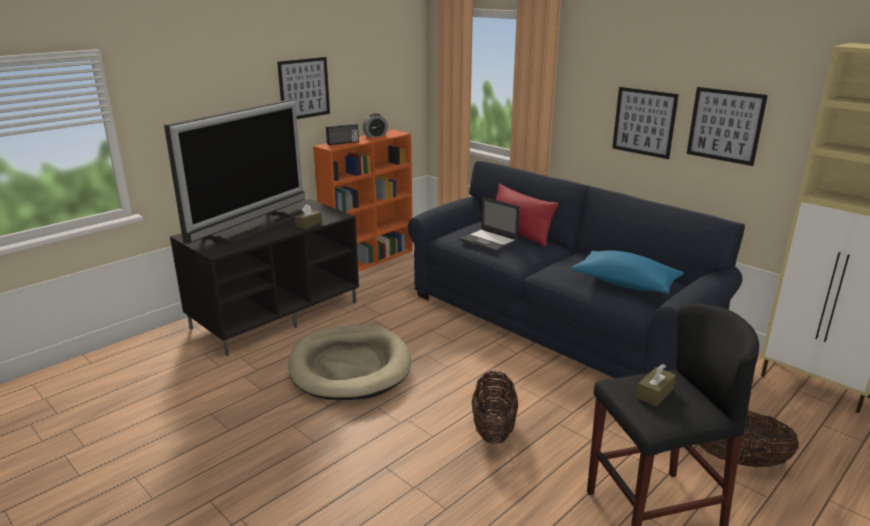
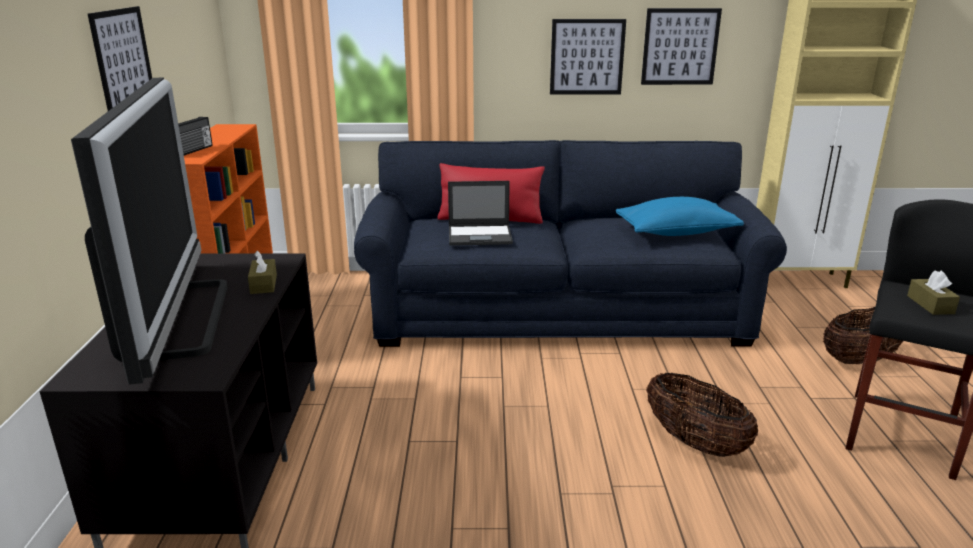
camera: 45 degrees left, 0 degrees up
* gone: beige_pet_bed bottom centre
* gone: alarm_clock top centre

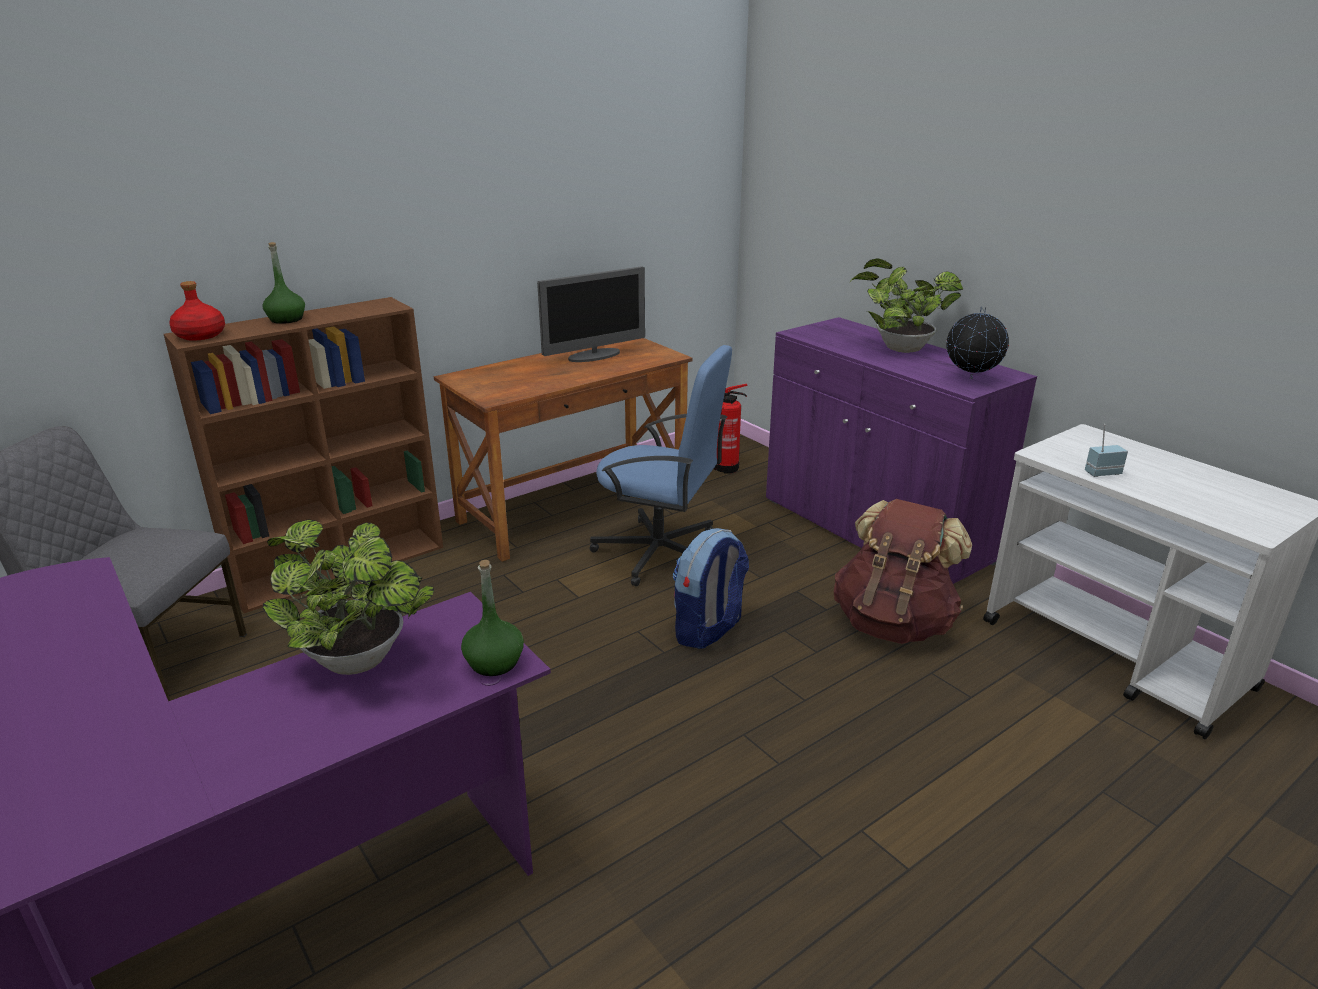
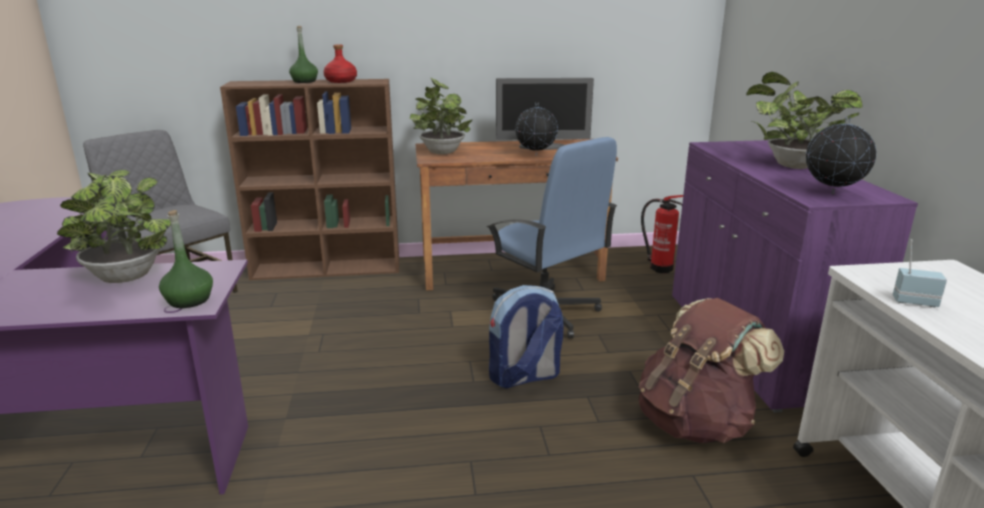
camera: 30 degrees right, 5 degrees down
* new: plant_in_a_pot (no. 2 from left) top centre
* new: globe (no. 1 from left) top centre
* shifted: red_drink_bottle top left to top centre

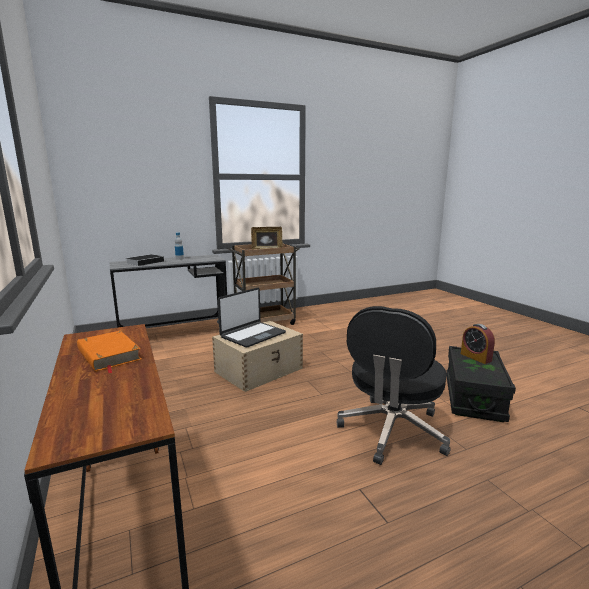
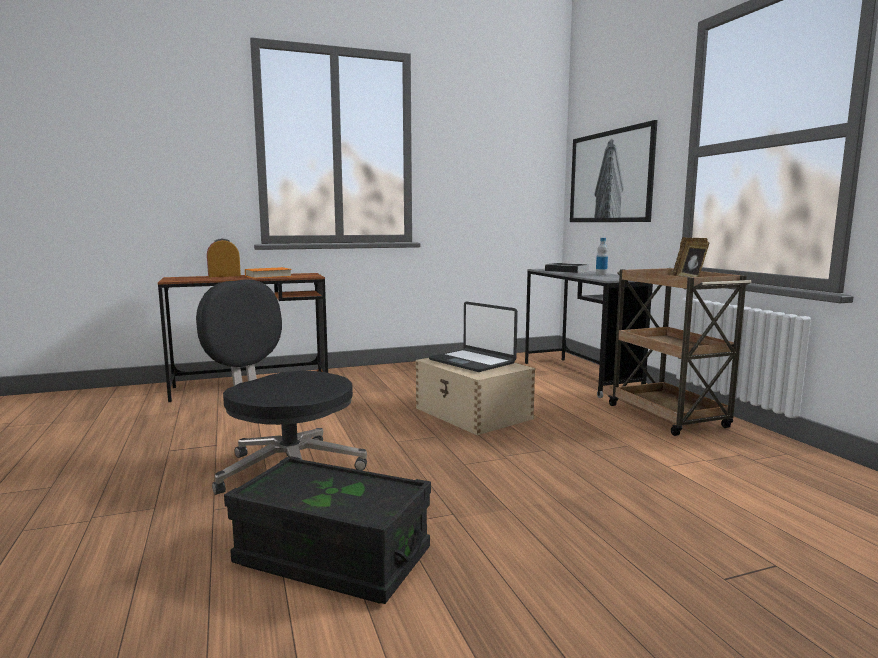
camera: 95 degrees right, 5 degrees down
* new: wall_art top right
* shifted: alarm_clock middle right to middle left

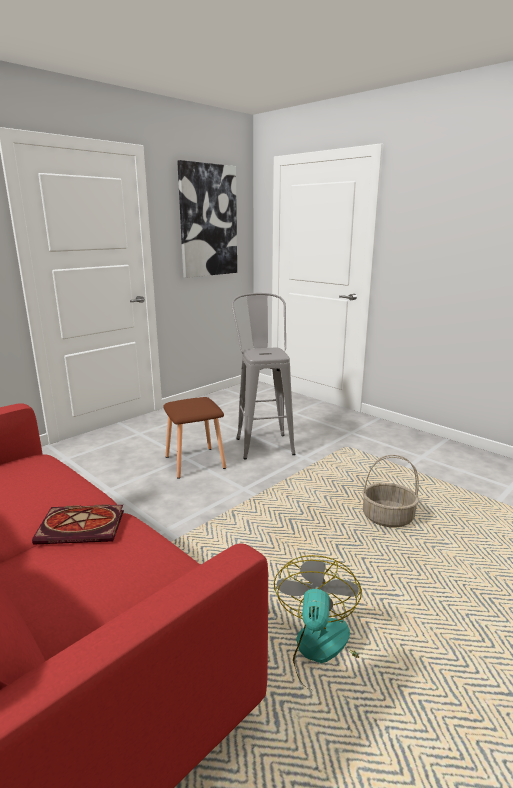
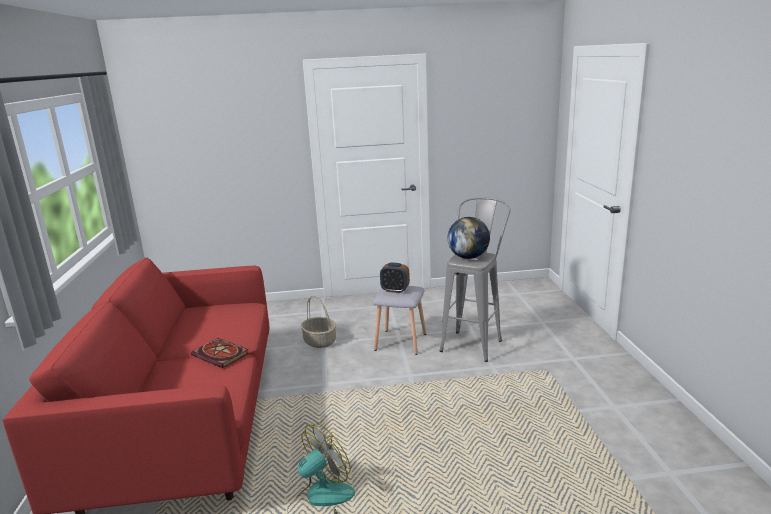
camera: 40 degrees right, 0 degrees up
* gone: wall_art top centre
* new: alarm_clock centre
* new: globe centre
* shifted: household_basket middle right to centre
* repainted: brown-coloured_stool centre to grey_stool (no. 1 from left) centre

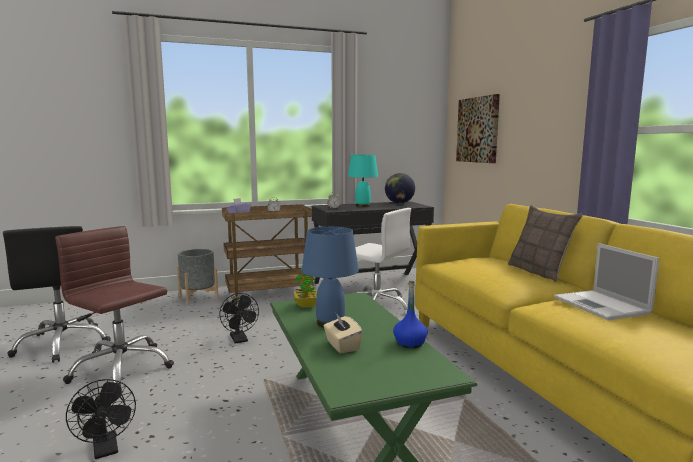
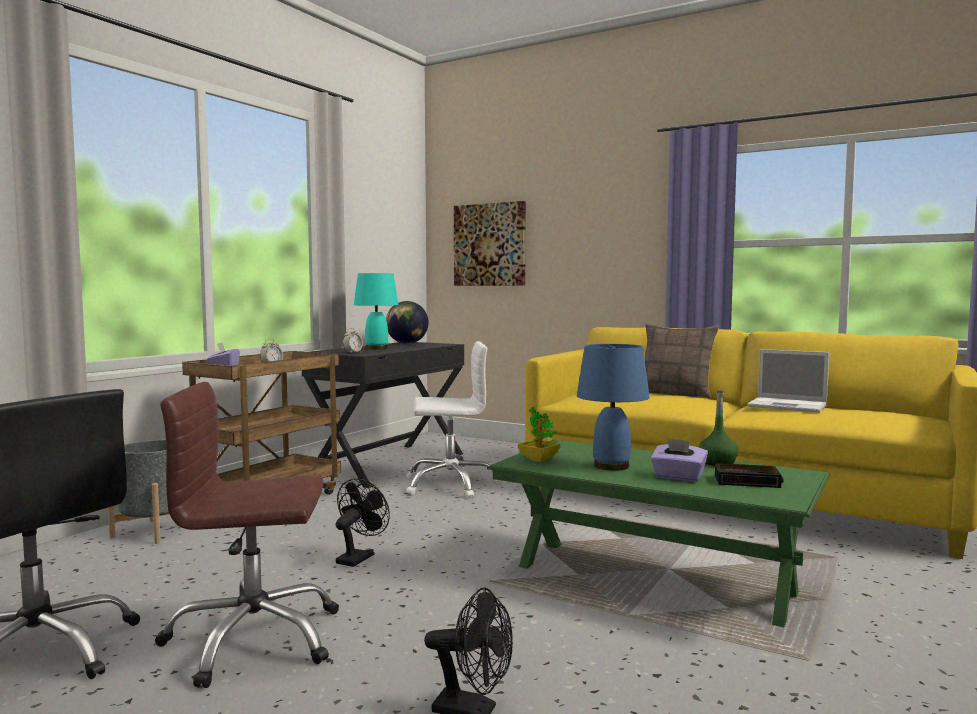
camera: 40 degrees left, 5 degrees down
* new: alarm_clock (no. 3 from left) middle right
* repainted: beige_tissue_holder bottom centre to purplish_tissue_holder (no. 2 from left) middle right
* repainted: blue-coloured_drink_bottle bottom centre to green-coloured_drink_bottle middle right
* rotated: black_fan (no. 2 from left in the first image) bottom centre = bottom centre 90 degrees counterclockwise

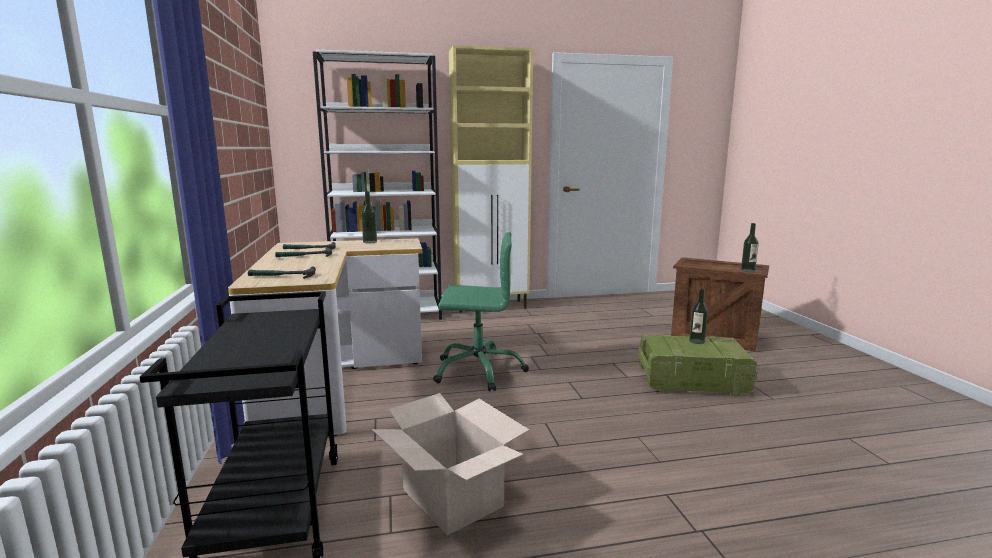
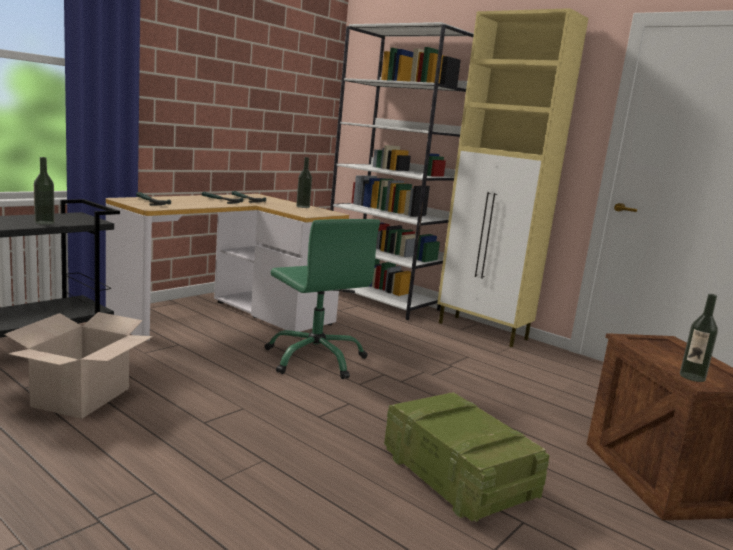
camera: 50 degrees right, 0 degrees up
* shifted: drink_bottle (no. 2 from left in the first image) middle right to drink_bottle (no. 1 from left) middle left

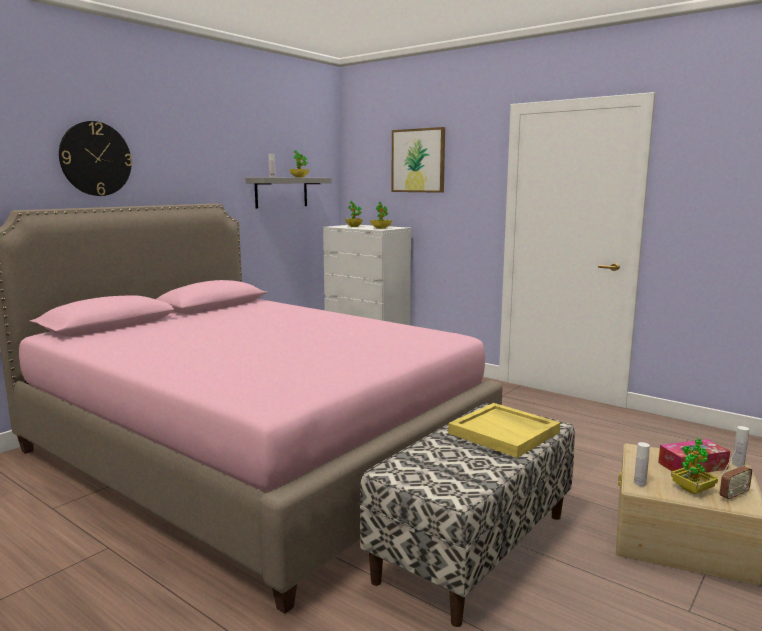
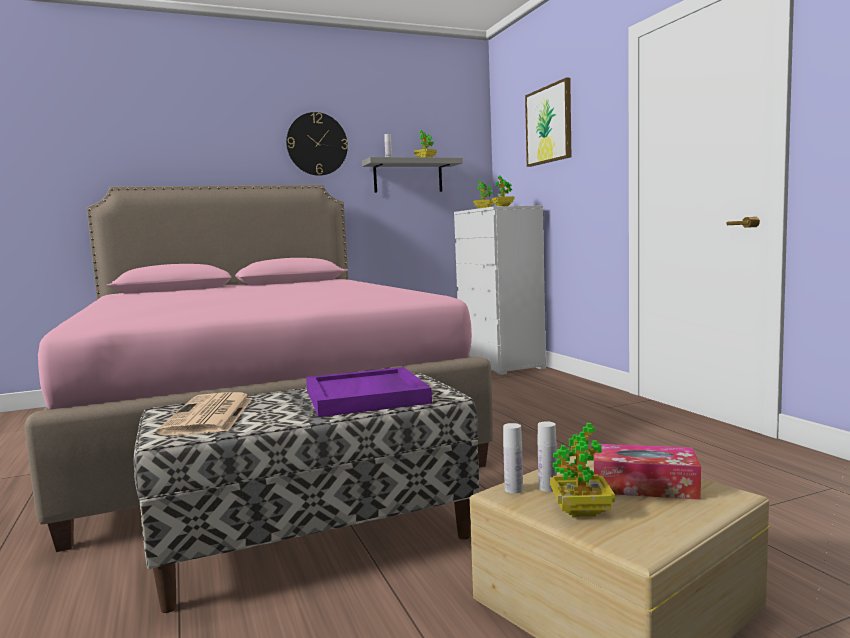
camera: 30 degrees right, 5 degrees down
* gone: radio bottom right
* new: daily_paper middle left
* shifted: wall_clock top left to top centre
* shifted: whitish_drink_bottle (no. 3 from left) bottom right to bottom centre
* repainted: yellowish_tray bottom centre to purplish_tray centre

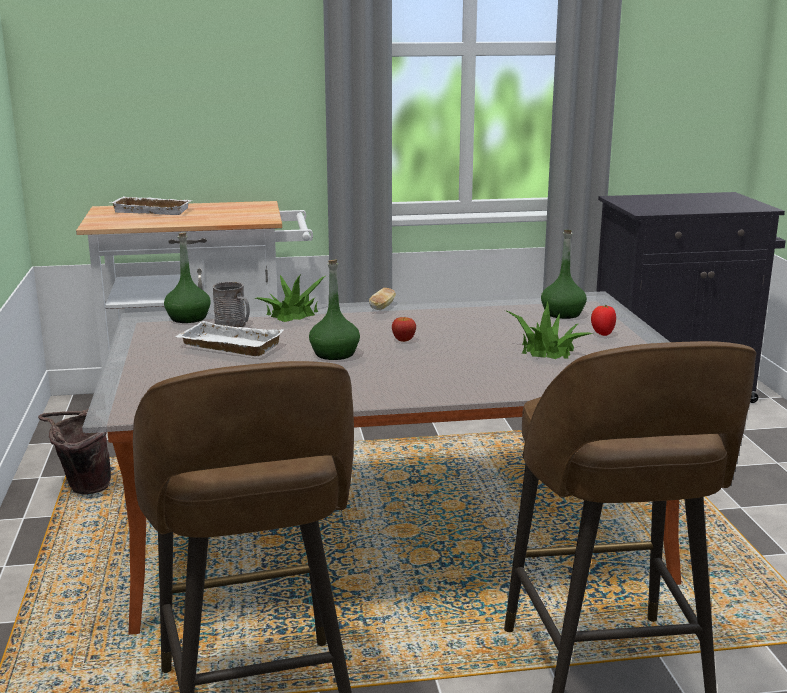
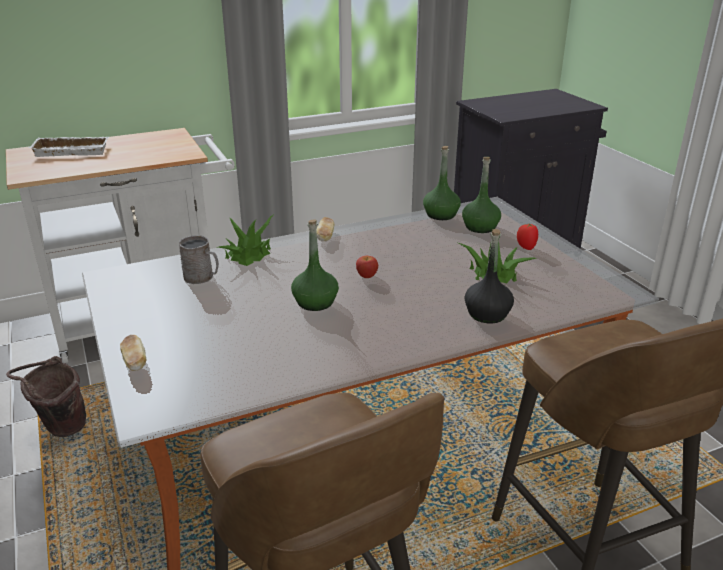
camera: 15 degrees left, 10 degrees up
* gone: whitish_tray (no. 2 from left) middle left
* new: bread (no. 1 from left) middle left
* new: black_drink_bottle middle right
* shifted: green-coloured_drink_bottle (no. 1 from left in the first image) middle left to green-coloured_drink_bottle (no. 2 from left) top centre

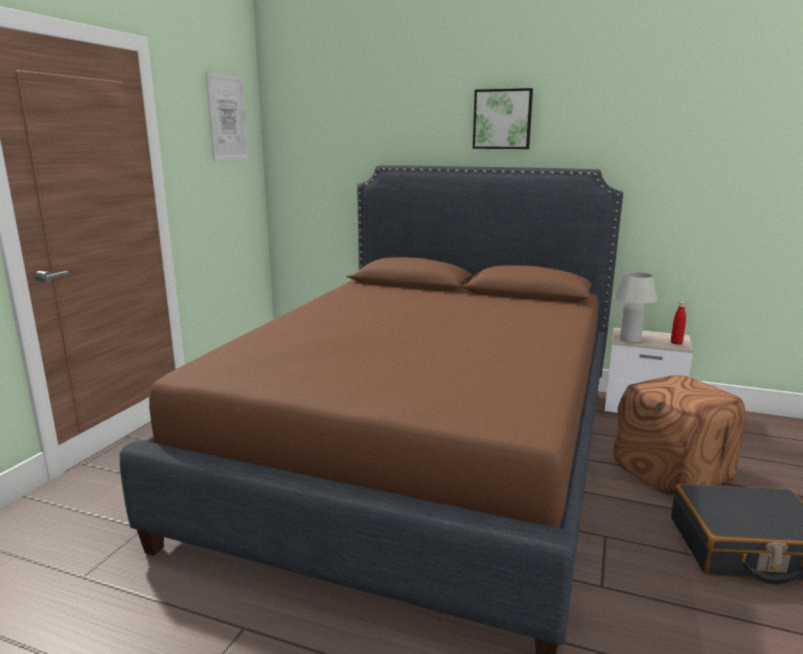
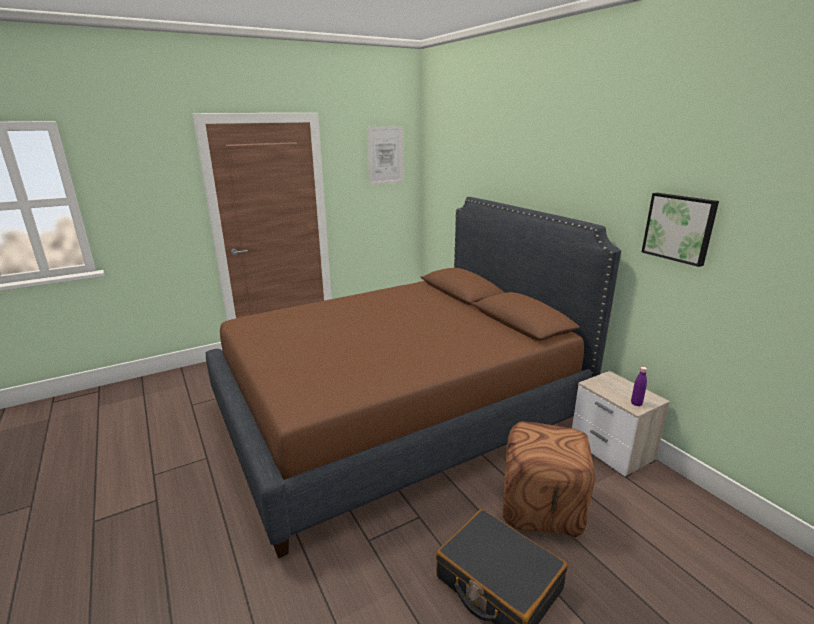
camera: 40 degrees right, 5 degrees up
* gone: whitish_table_lamp middle right
* shifted: wall_art (no. 2 from left) top centre to middle right
* repainted: red_drink_bottle middle right to purplish_drink_bottle middle right

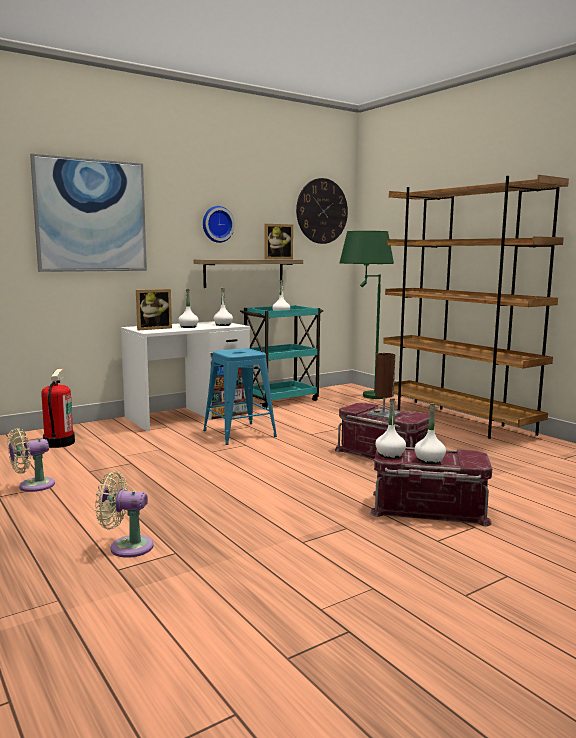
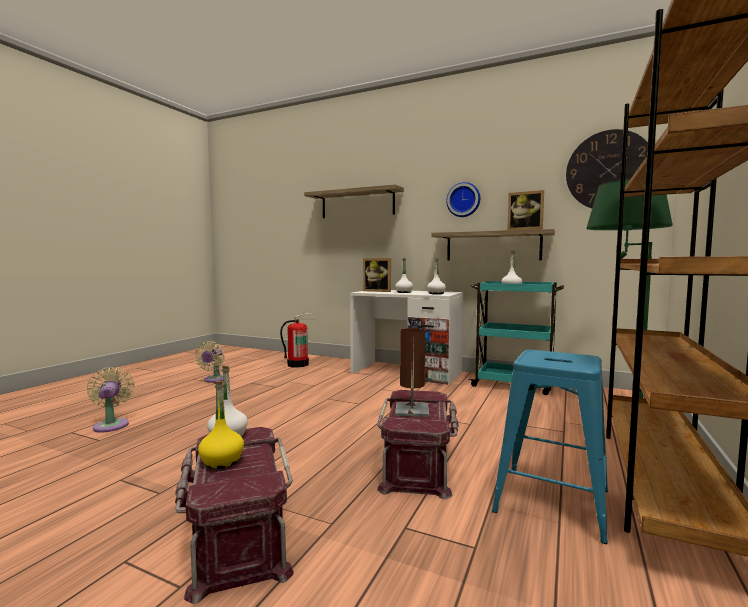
camera: 60 degrees right, 5 degrees down
* shifted: blue-coloured_stool centre to bottom right
* swapped: wall_art top left to shelf (no. 1 from left) top centre
* repainted: whitish_drink_bottle (no. 5 from left) middle right to yellowish_drink_bottle bottom left
* rotated: beige_fan (no. 1 from left in the first image) middle left = middle left 105 degrees counterclockwise

